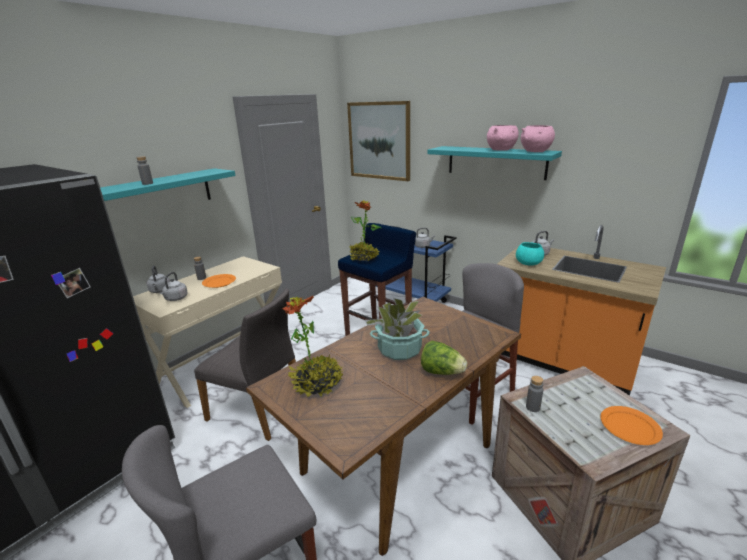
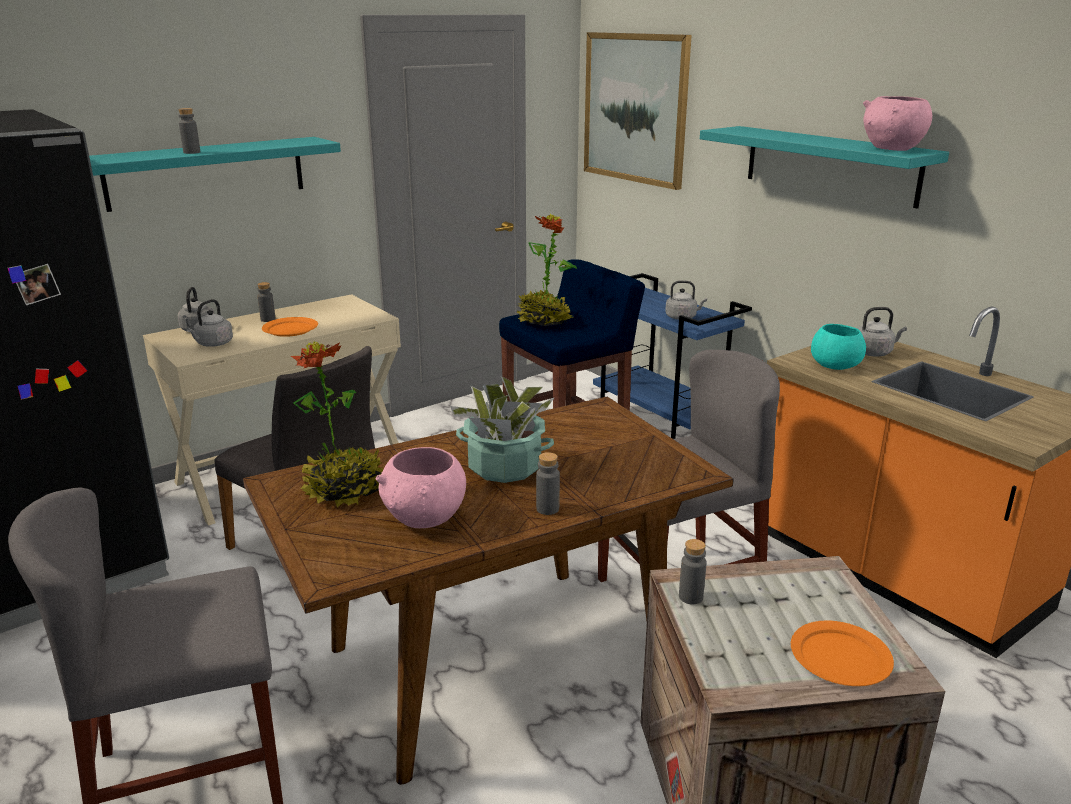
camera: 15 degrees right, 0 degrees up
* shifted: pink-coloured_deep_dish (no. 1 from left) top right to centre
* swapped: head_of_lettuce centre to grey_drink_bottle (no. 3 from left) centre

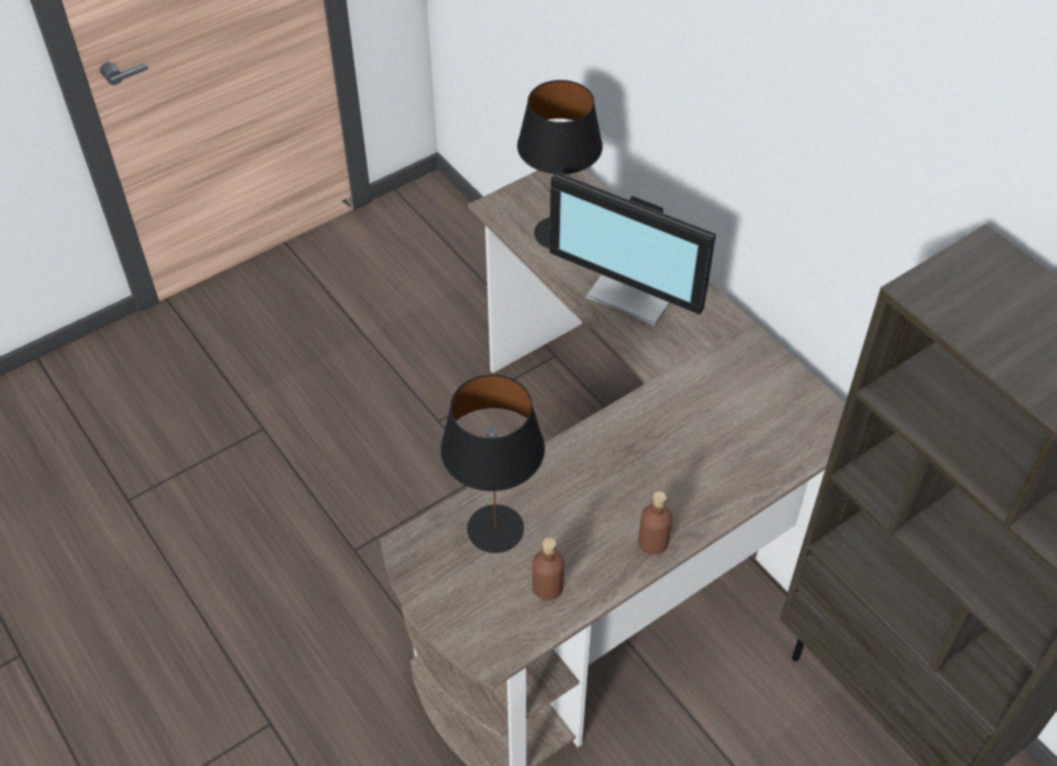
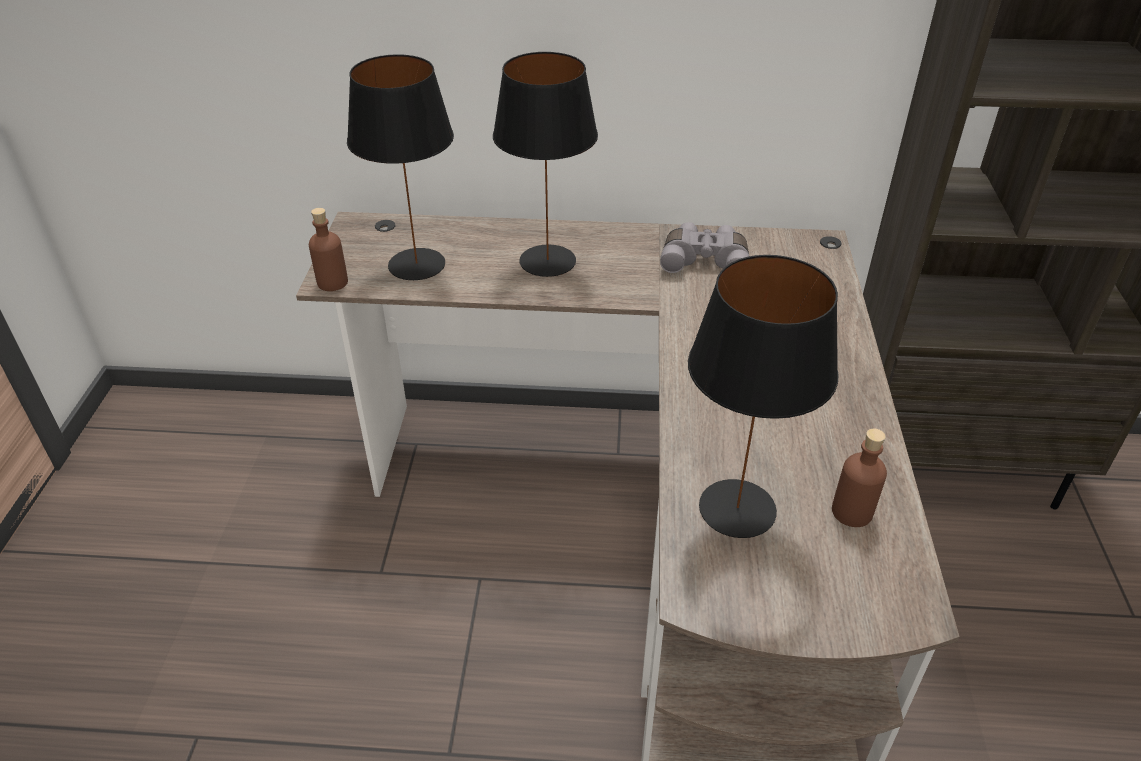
camera: 50 degrees left, 10 degrees down
* new: grey_pair_of_binoculars top centre
* shifted: brown-coloured_drink_bottle (no. 2 from left in the first image) bottom centre to brown-coloured_drink_bottle (no. 1 from left) top left
* swapped: computer_display top centre to black_table_lamp (no. 2 from left) top centre

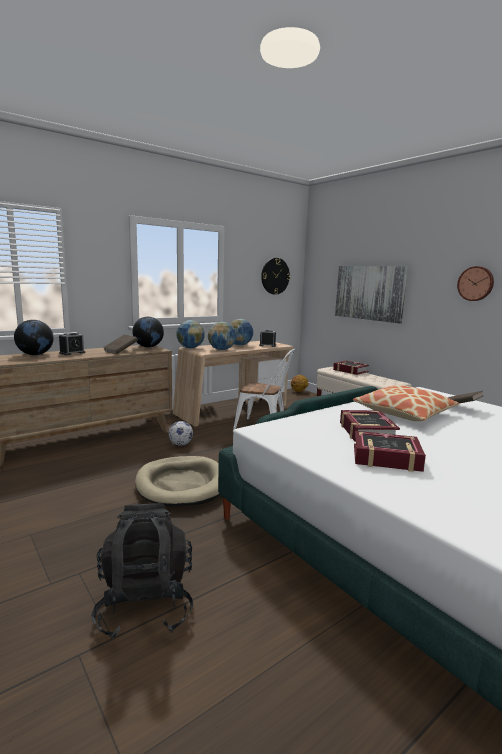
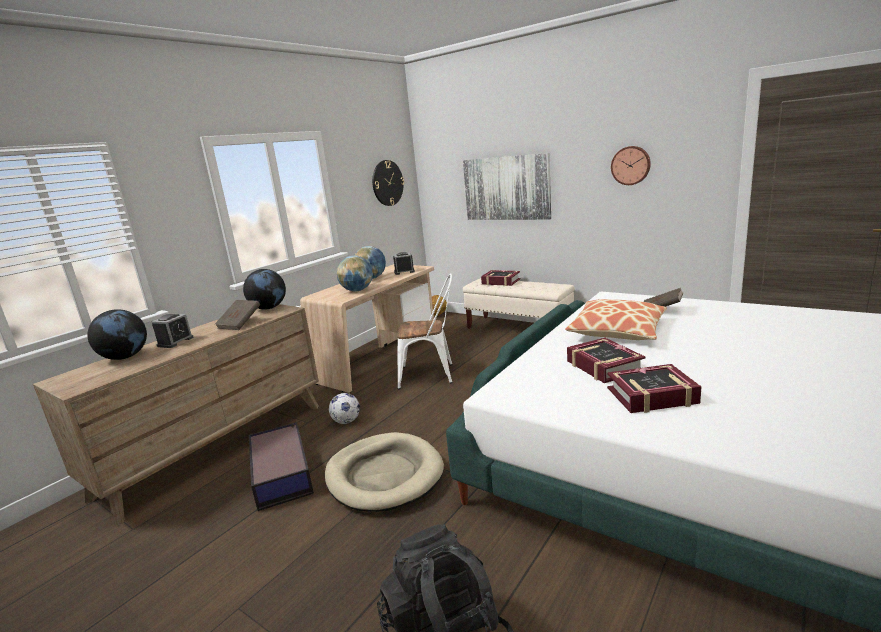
camera: 15 degrees left, 5 degrees up
* gone: globe (no. 3 from left) centre
* new: storage_container bottom left

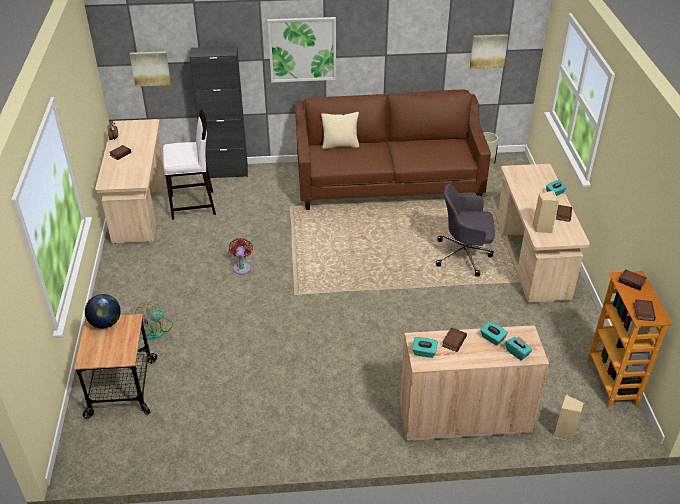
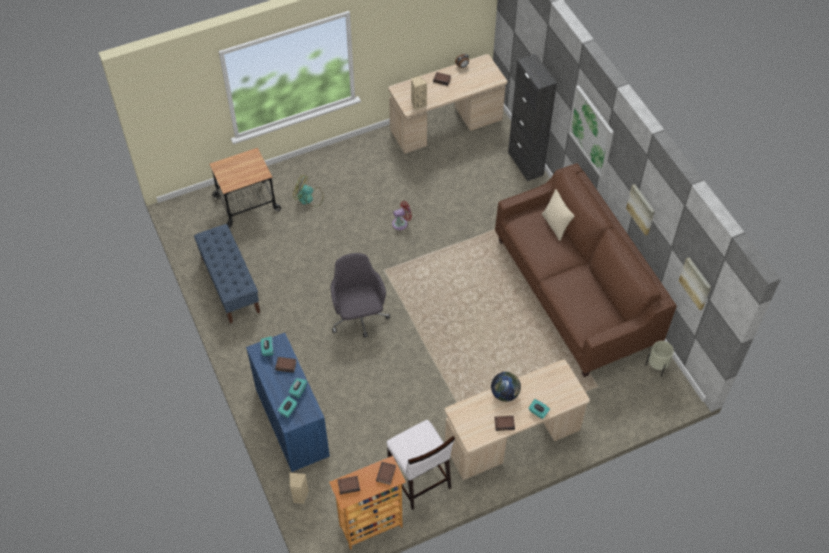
camera: 70 degrees right, 15 degrees up
* new: blue-coloured_bench middle left
* shifted: globe middle left to bottom centre
* shifted: wall_art (no. 1 from left in the first image) top left to wall_art (no. 2 from left) middle right
* shifted: whitish_stool top left to bottom centre
* shifted: grey_office_chair middle right to centre
* shifted: beige_audio_speaker (no. 1 from left in the first image) middle right to beige_audio_speaker (no. 2 from left) top centre
* repainted: beige_cabinet bottom right to blue-coloured_cabinet bottom centre

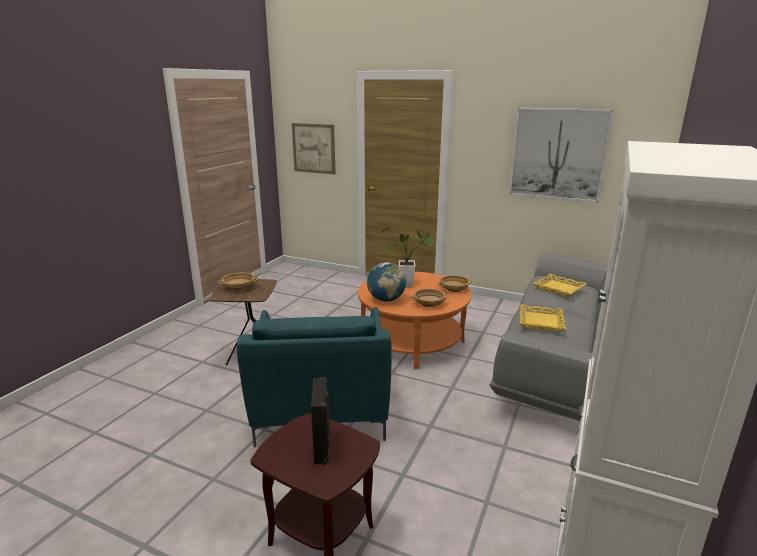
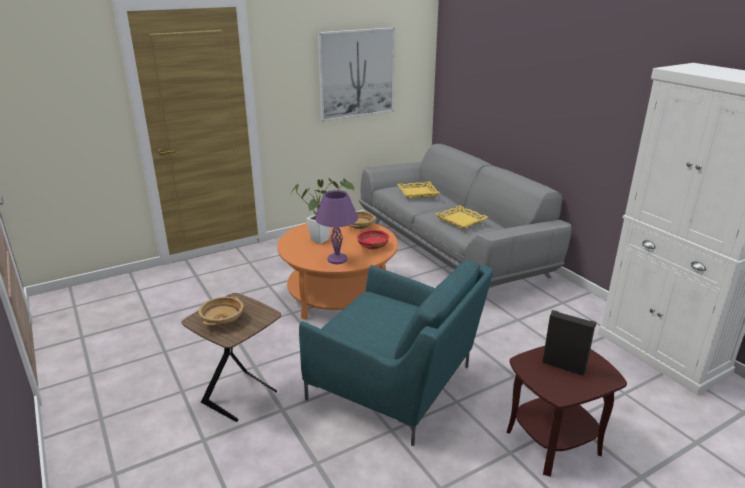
camera: 55 degrees left, 5 degrees up
* gone: wall_art (no. 1 from left) top centre
* swapped: globe centre to purplish_table_lamp centre
* repainted: beige_deep_dish (no. 2 from left) centre to red_deep_dish centre

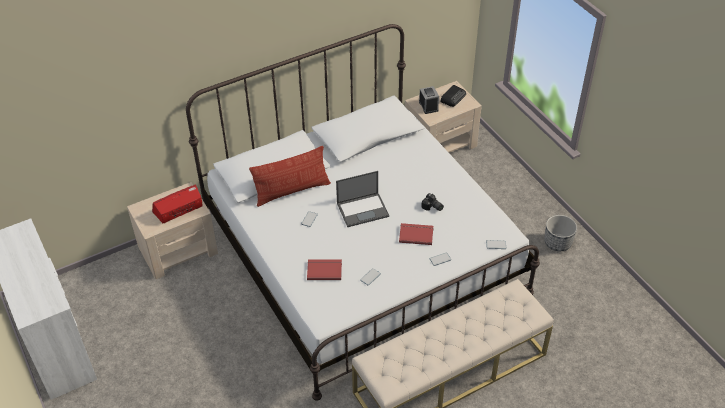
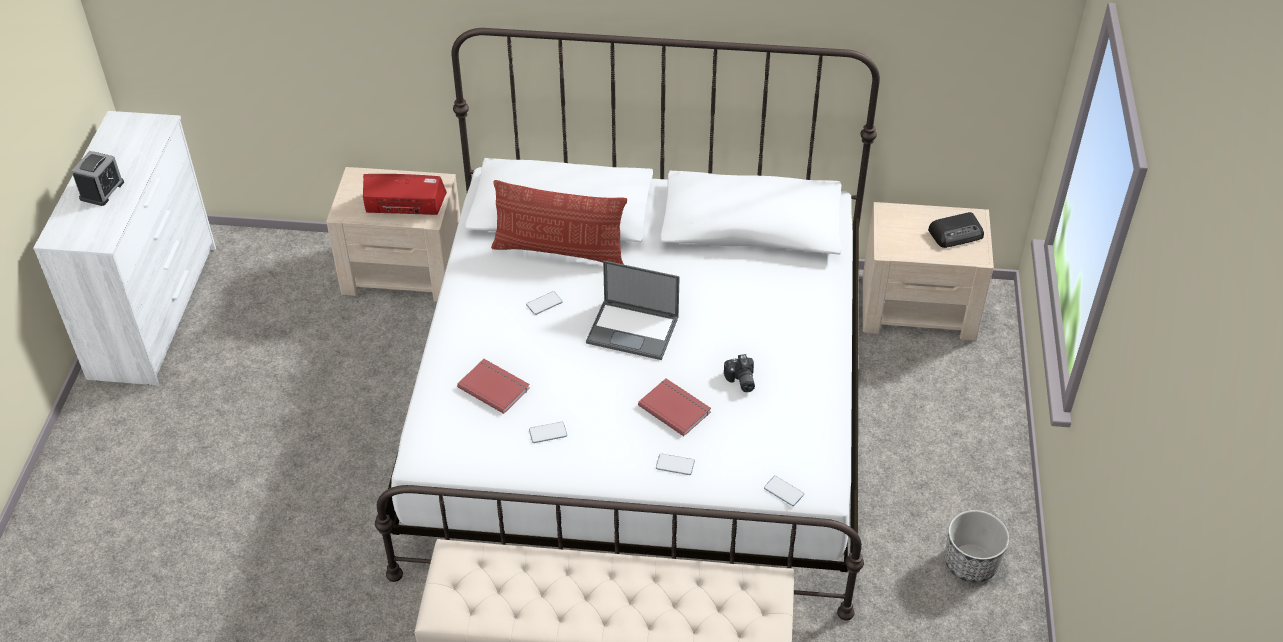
camera: 35 degrees right, 0 degrees up
* shifted: alarm_clock top centre to top left

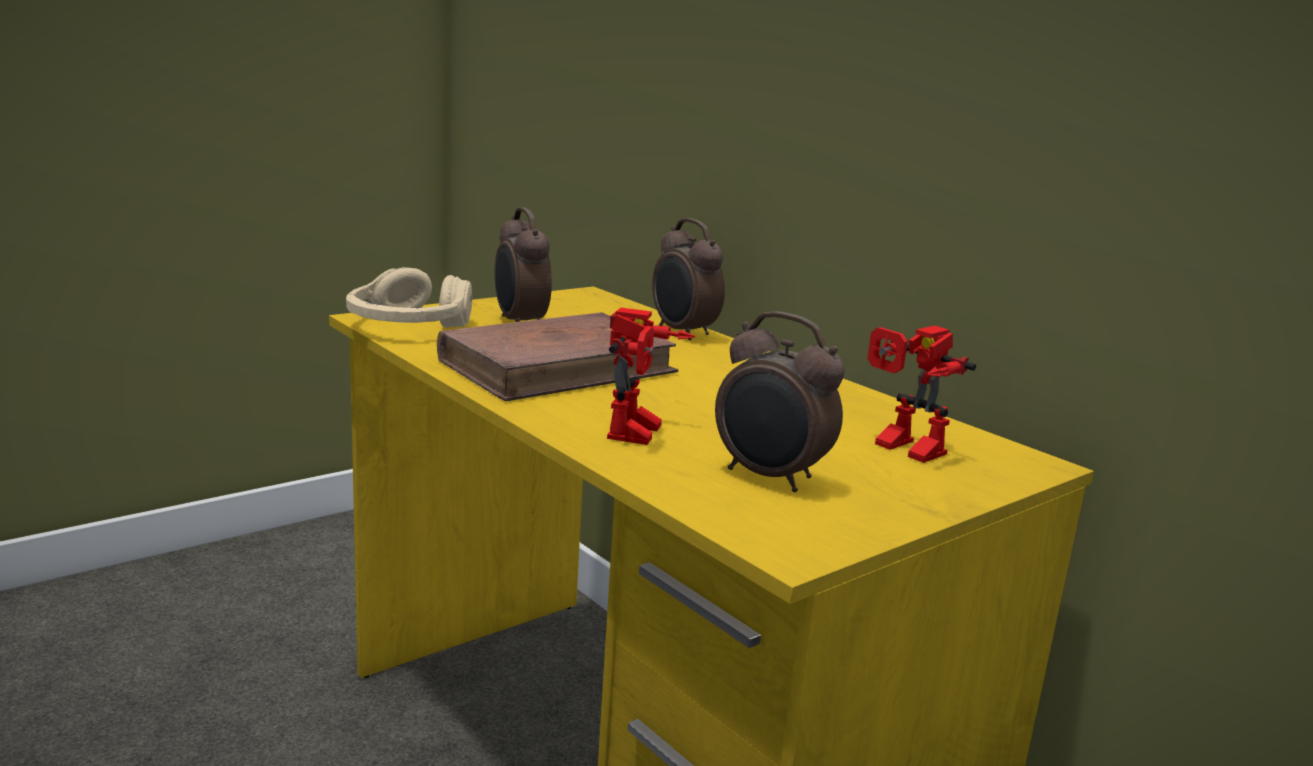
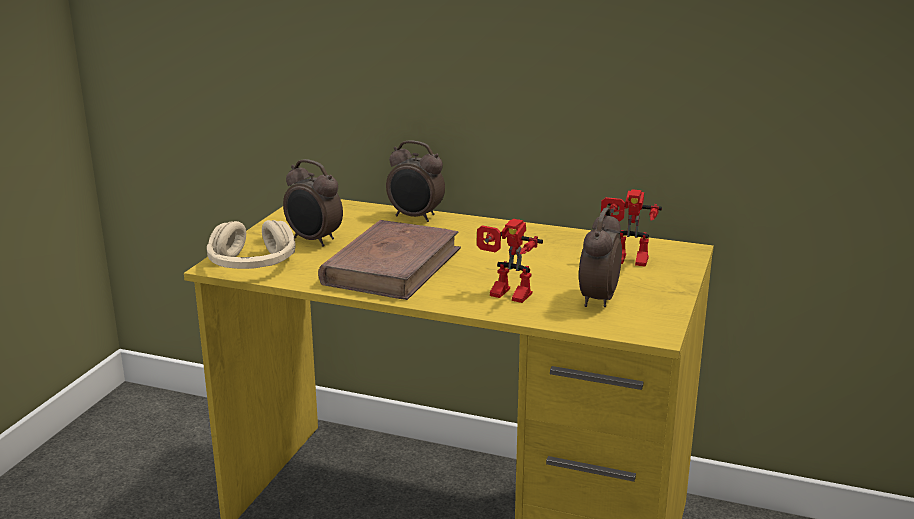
camera: 30 degrees left, 5 degrees up
* rotated: toy_robot (no. 1 from left) centre = centre 135 degrees clockwise
* rotated: alarm_clock (no. 3 from left) centre = centre 105 degrees clockwise

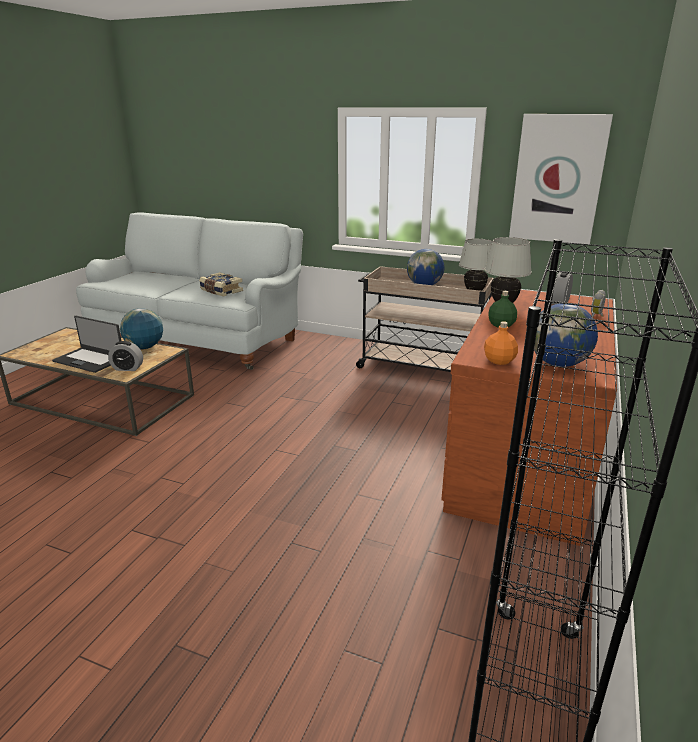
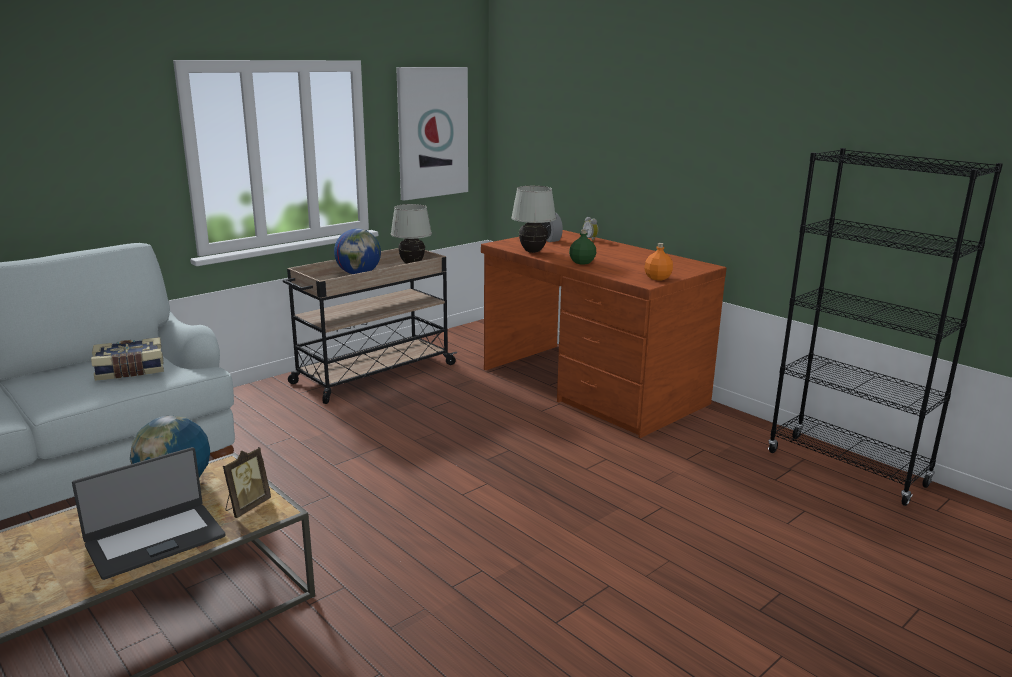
camera: 65 degrees left, 5 degrees down
* gone: globe (no. 3 from left) middle right
* swapped: alarm_clock (no. 1 from left) middle left to picture_frame bottom left

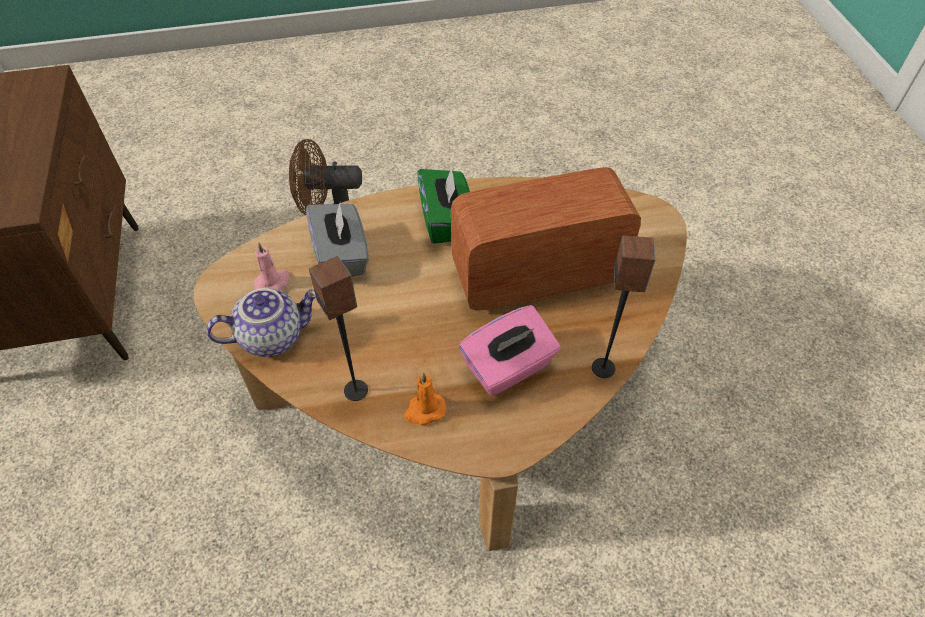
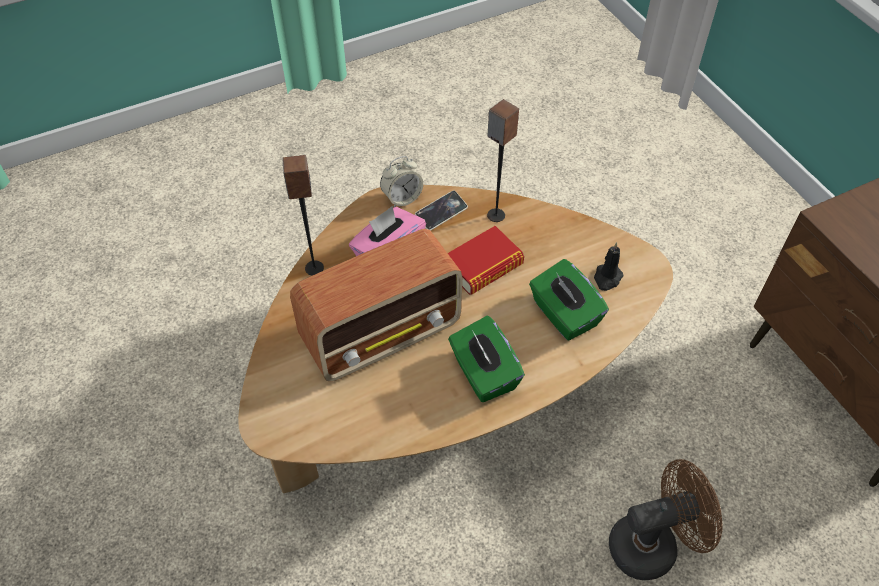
camera: 165 degrees right, 0 degrees up
* gone: pot_for_tea middle left
* new: alarm_clock top centre
* new: book centre
* swapped: orange-coloured_wax_light centre to handset centre
* repainted: pink-coloured_wax_light middle left to black_wax_light middle right
* repainted: grey_tissue_holder centre to green-coloured_tissue_holder (no. 2 from left) centre

